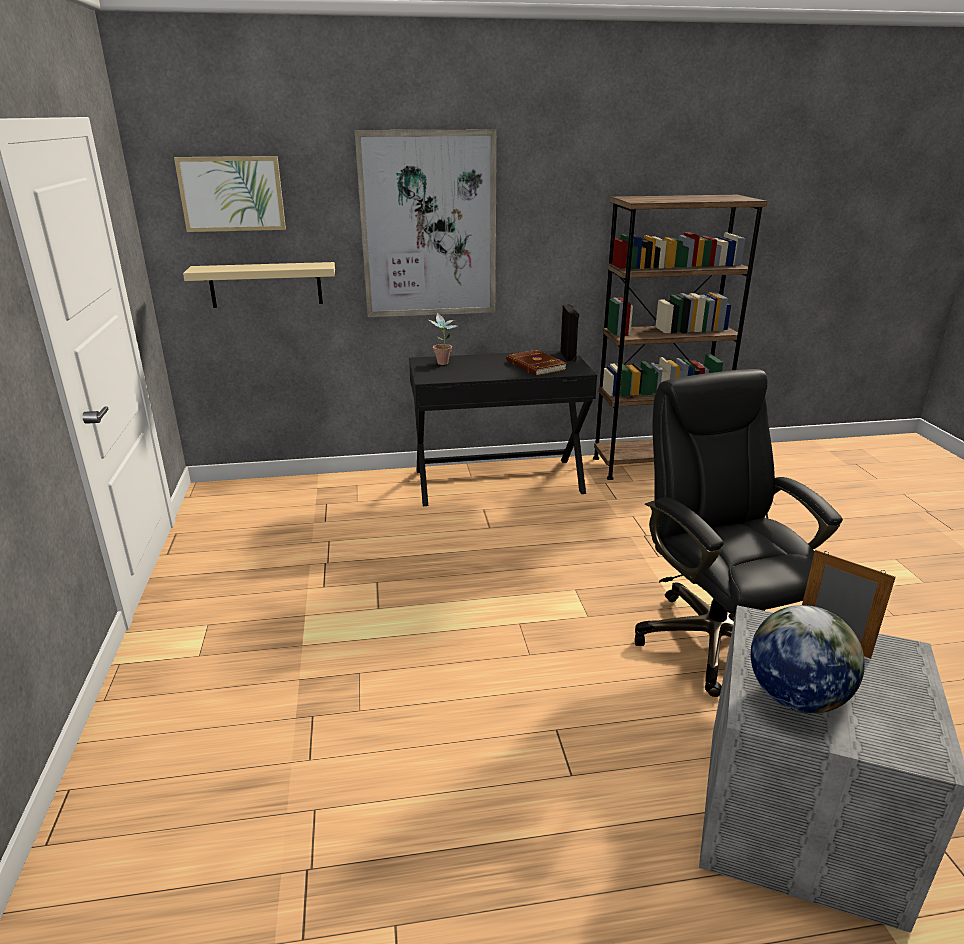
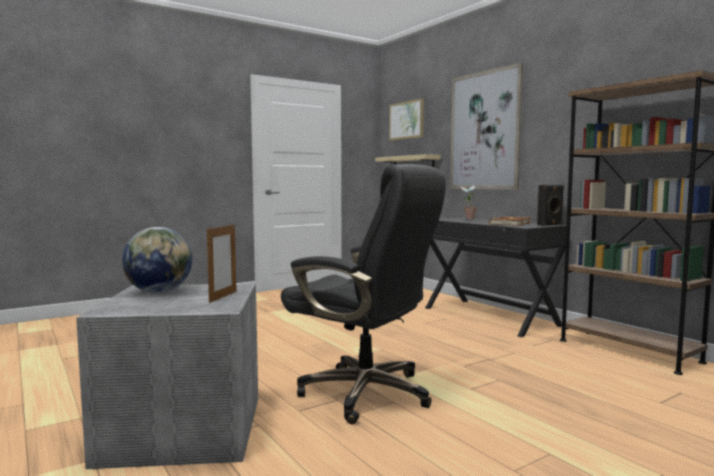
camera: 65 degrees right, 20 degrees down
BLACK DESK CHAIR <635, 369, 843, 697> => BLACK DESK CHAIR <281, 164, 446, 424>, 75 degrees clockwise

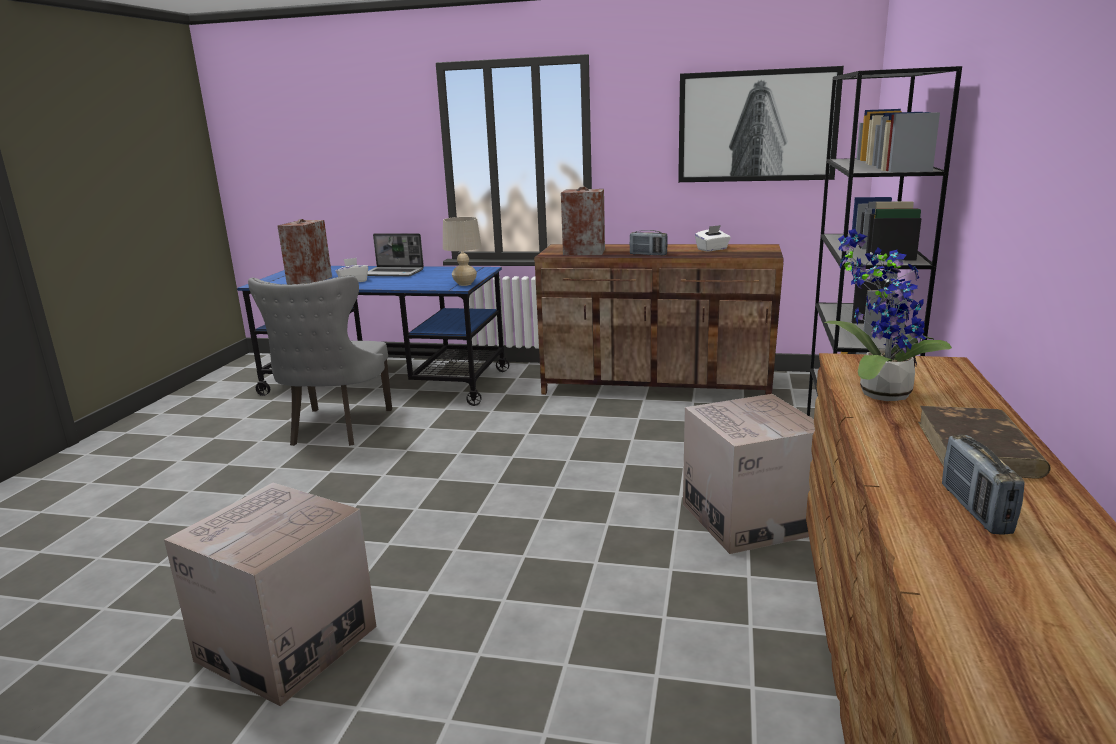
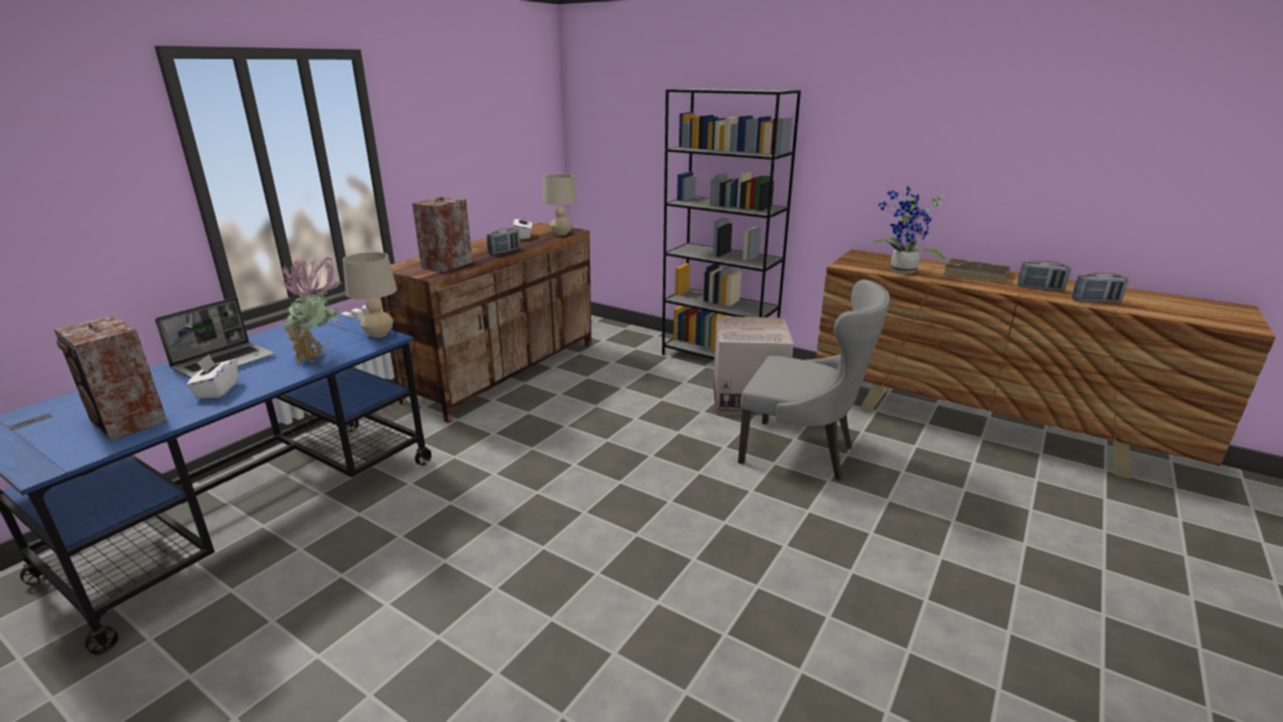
camera: 70 degrees left, 5 degrees up
PICTURE <678, 66, 844, 182> => nothing
GREYISH CHAIR <248, 275, 392, 446> => GREYISH CHAIR <738, 279, 890, 481>, move
CARTON <164, 483, 376, 706> => nothing
nothing => BEIGE-COLOURED TABLE LAMP <543, 174, 577, 236>
nothing => POTTED PLANT <282, 257, 342, 364>
nothing => RADIO <1072, 273, 1129, 303>

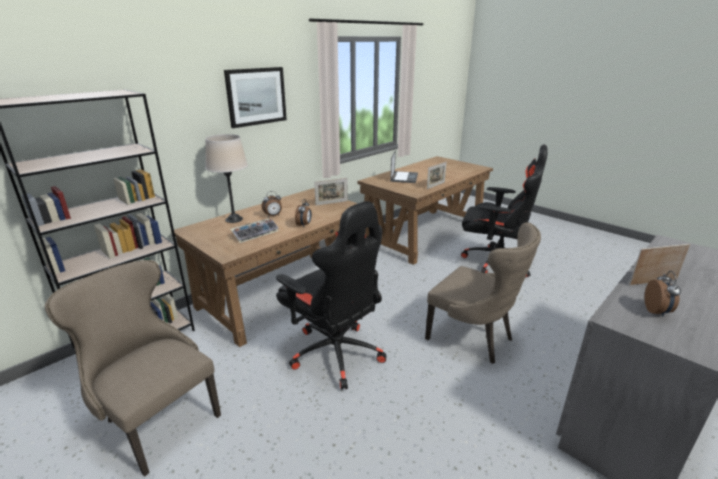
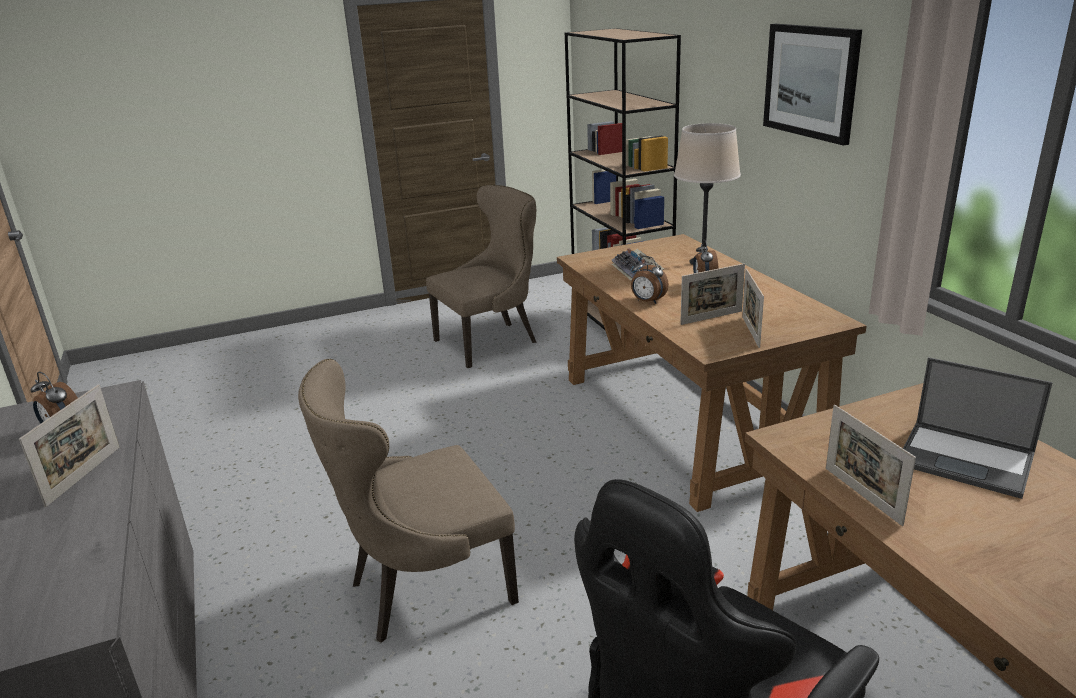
camera: 115 degrees right, 0 degrees up
BLACK DESK CHAIR <276, 201, 386, 390> => nothing
nothing => PHOTO FRAME <680, 264, 745, 325>

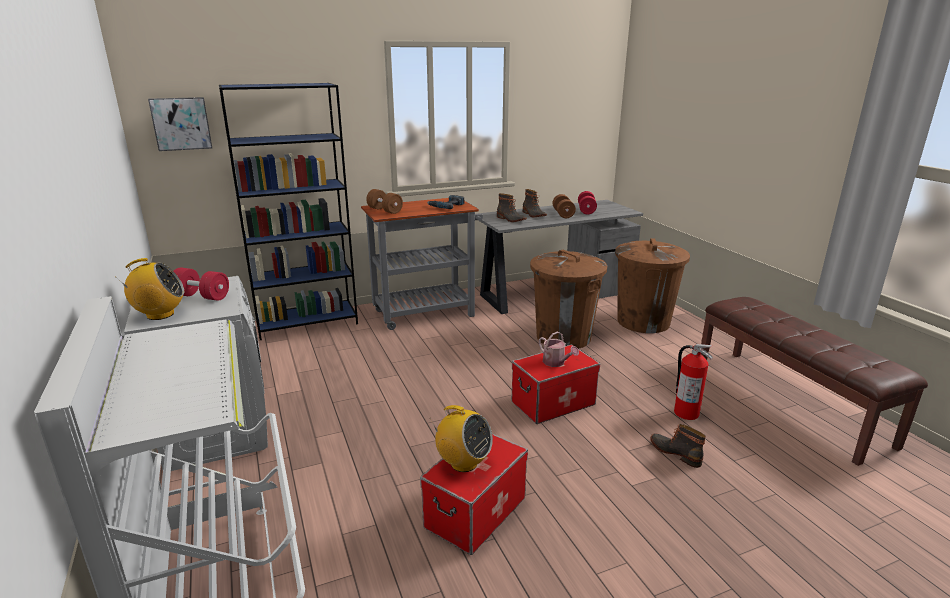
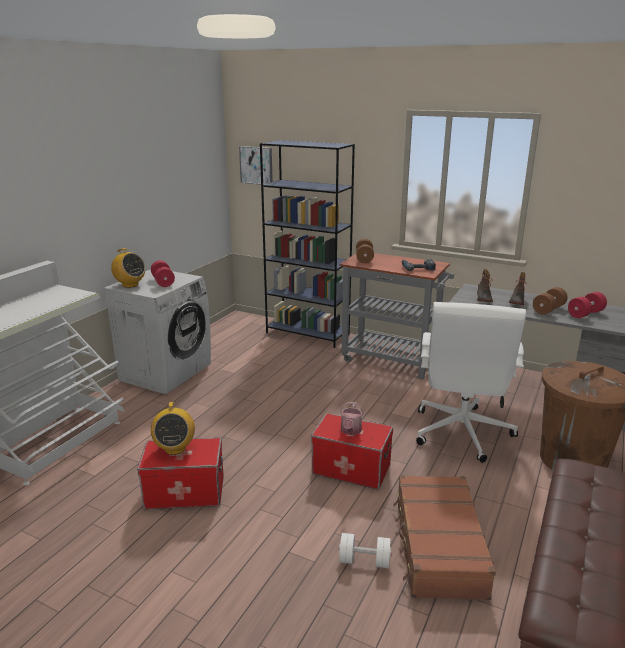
camera: 50 degrees right, 0 degrees up
BROWN RUBBISH BIN <530, 250, 607, 349> => WHITISH DESK CHAIR <416, 302, 526, 463>
EXTINGUISHER <674, 344, 713, 420> => BROWN SUITCASE <393, 475, 496, 600>
BOOT <650, 424, 706, 468> => WHITISH HAND WEIGHT <339, 533, 392, 568>

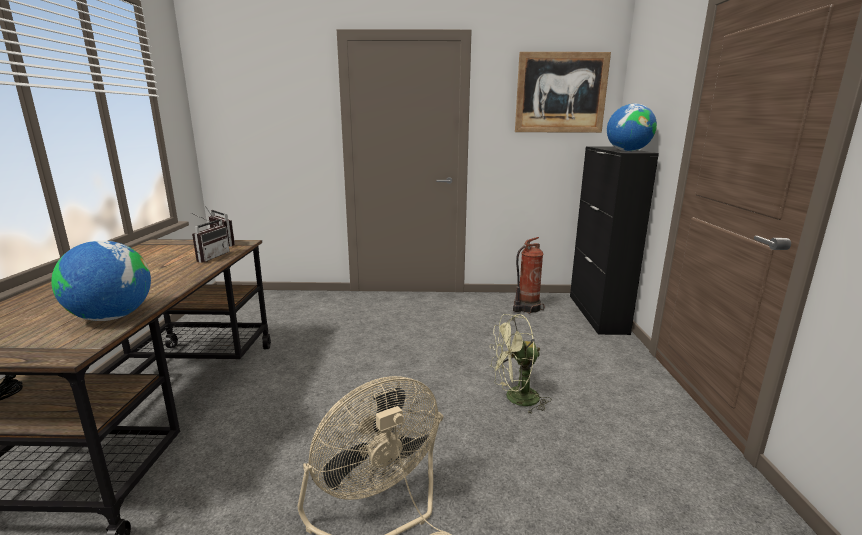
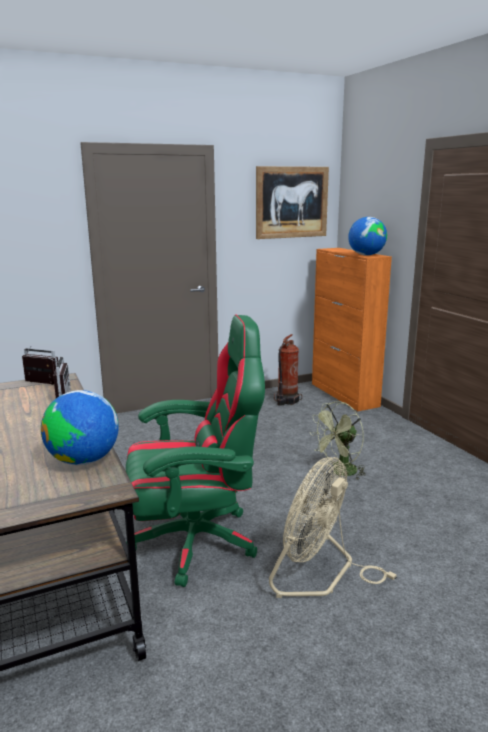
camera: 25 degrees left, 0 degrees up
BLACK STORAGE CABINET <570, 146, 659, 335> => ORANGE-COLOURED STORAGE CABINET <312, 248, 392, 411>
nothing => GREEN DESK CHAIR <126, 315, 265, 587>

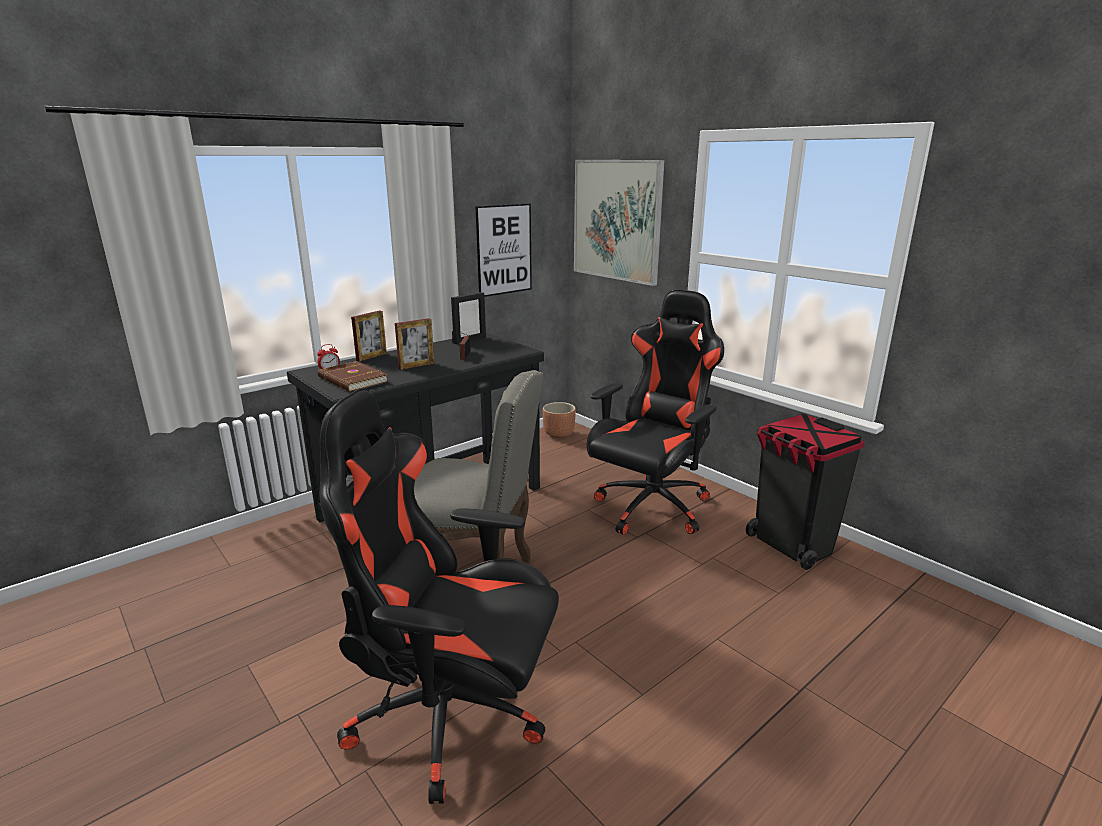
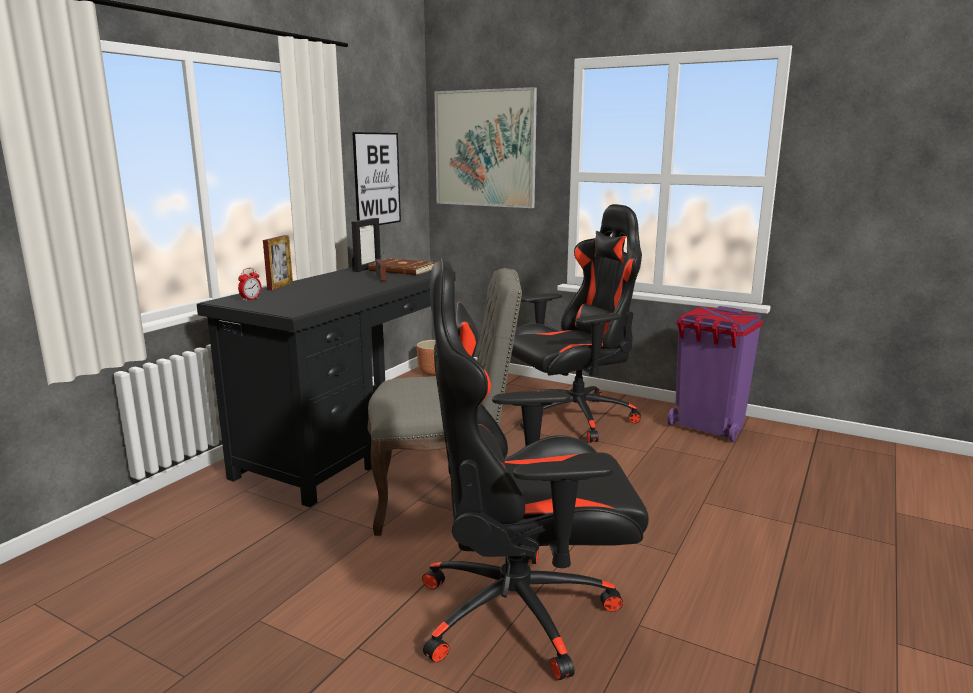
camera: 20 degrees left, 5 degrees down
BLACK DESK CHAIR <587, 289, 724, 535> => BLACK DESK CHAIR <511, 204, 642, 443>, 45 degrees clockwise
PHOTO FRAME <395, 318, 434, 370> => nothing
BROWN BOUND BOOK <318, 361, 388, 392> => BROWN BOUND BOOK <368, 258, 436, 275>, move
BLACK RUBBISH BIN <746, 414, 864, 570> => PURPLE RUBBISH BIN <667, 306, 763, 442>

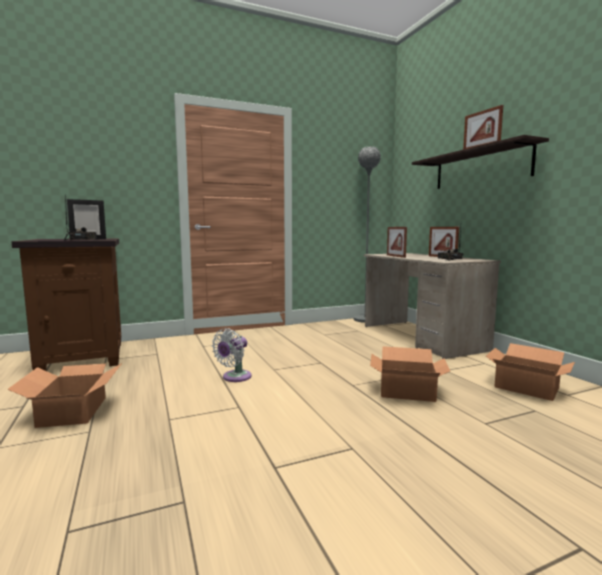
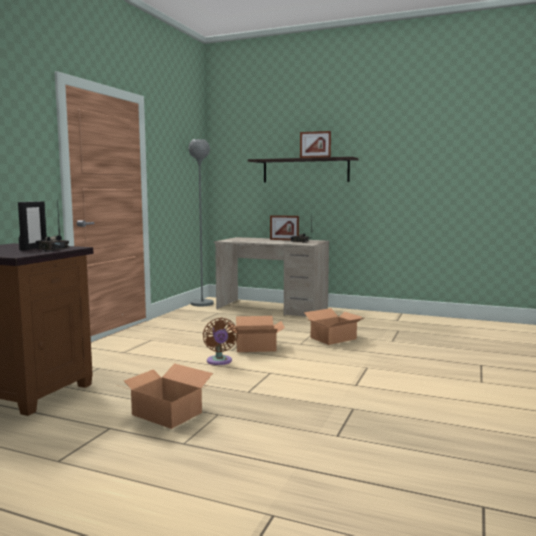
camera: 45 degrees left, 0 degrees up
PHOTO FRAME <387, 227, 407, 258> => nothing
WHITISH FAN <212, 328, 252, 382> => BROWN FAN <203, 318, 238, 365>
CARTON <486, 343, 575, 401> => CARTON <228, 316, 285, 352>, move

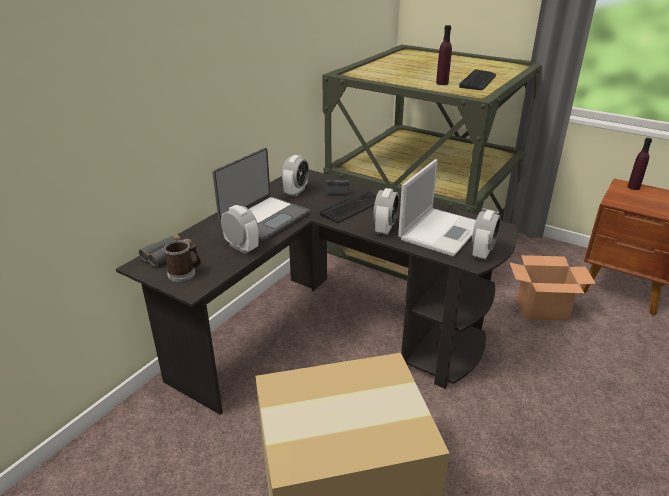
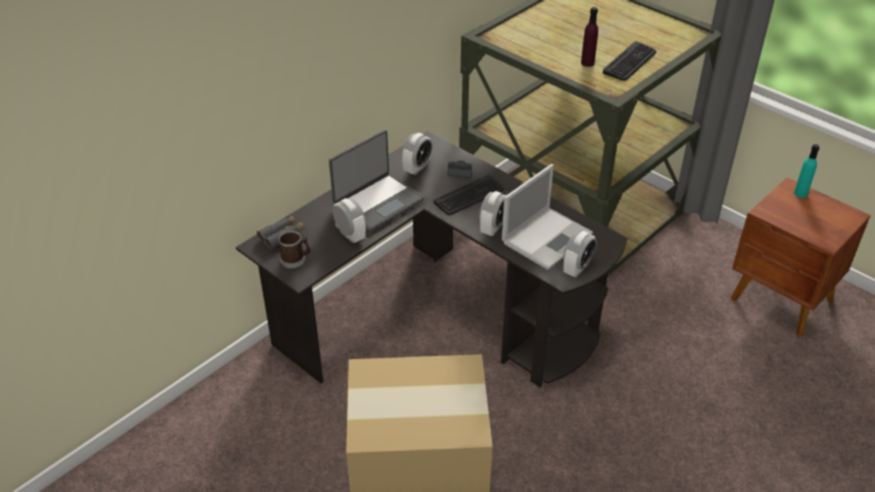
camera: 10 degrees right, 10 degrees up
PURPLE DRINK BOTTLE <627, 138, 652, 190> => TURQUOISE-COLOURED DRINK BOTTLE <794, 144, 820, 198>
CARTON <509, 255, 596, 321> => nothing

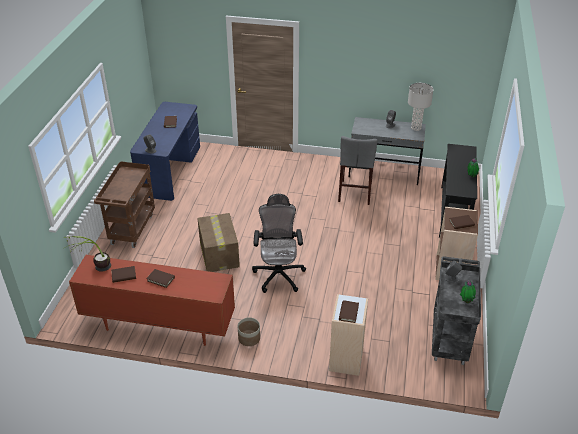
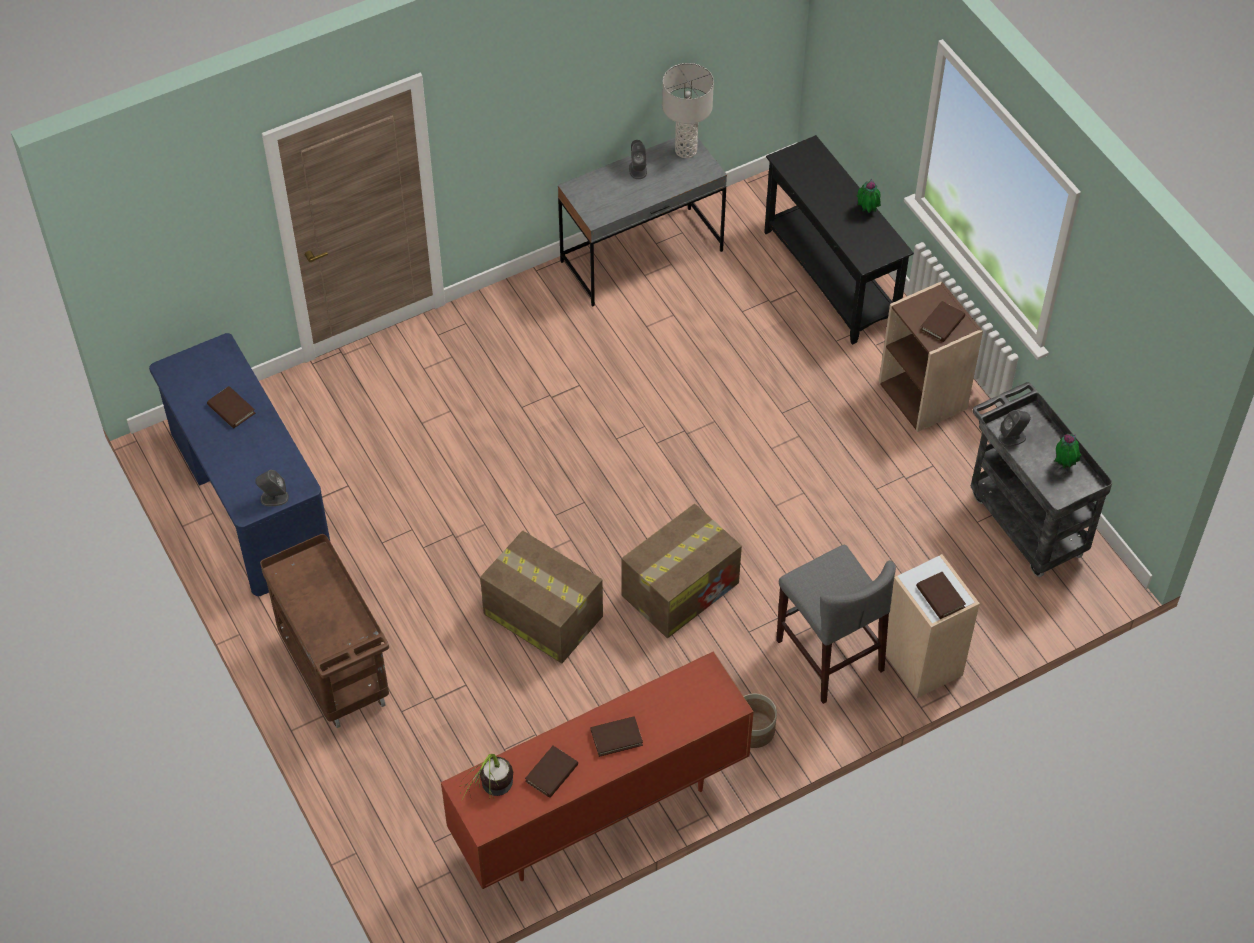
camera: 40 degrees left, 15 degrees up
GREYISH SITTING STOOL <338, 136, 377, 205> => GREYISH SITTING STOOL <776, 545, 896, 704>, move
DESK CHAIR <252, 194, 306, 293> => CARTON <621, 504, 742, 638>

